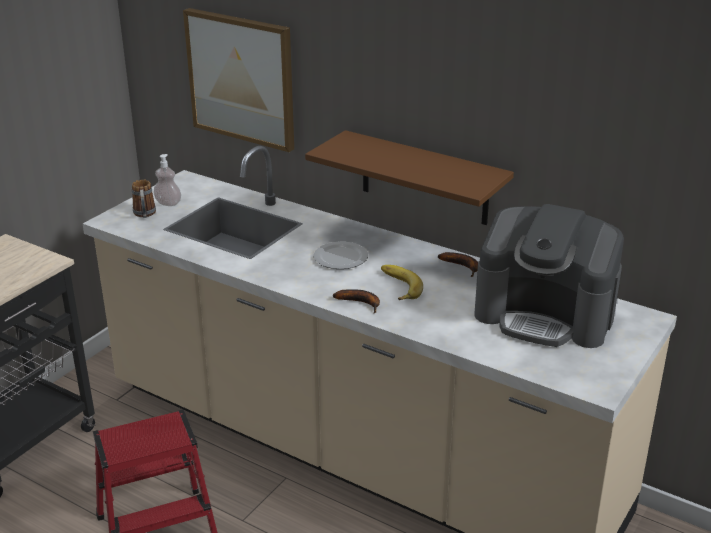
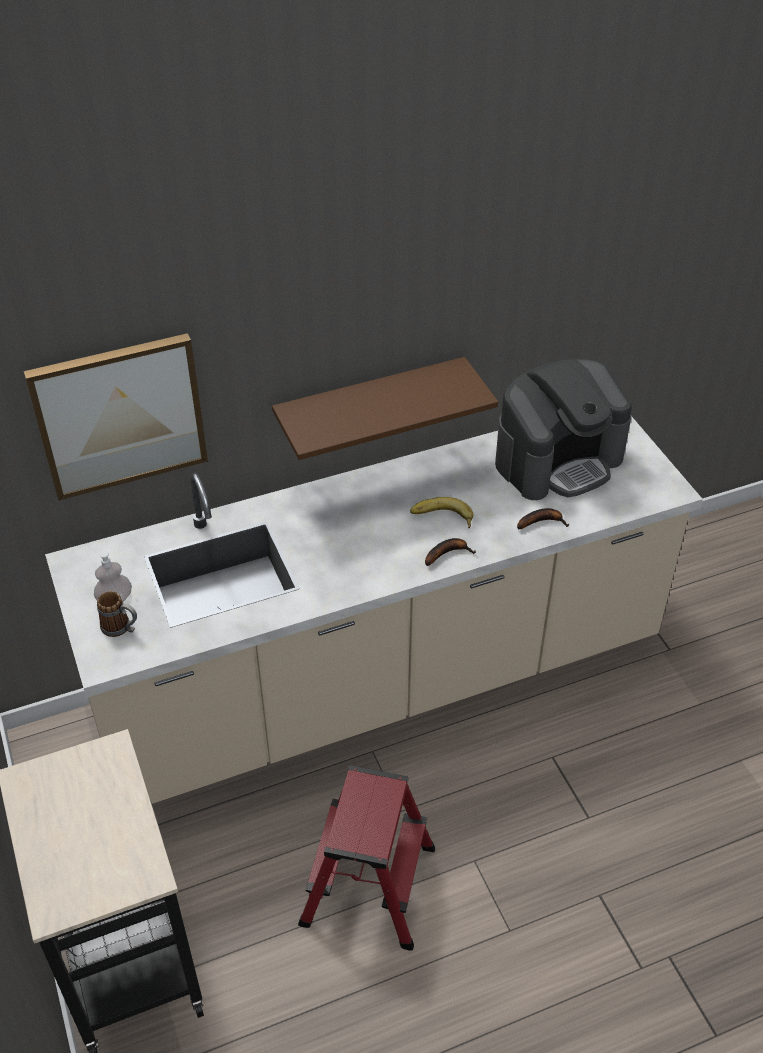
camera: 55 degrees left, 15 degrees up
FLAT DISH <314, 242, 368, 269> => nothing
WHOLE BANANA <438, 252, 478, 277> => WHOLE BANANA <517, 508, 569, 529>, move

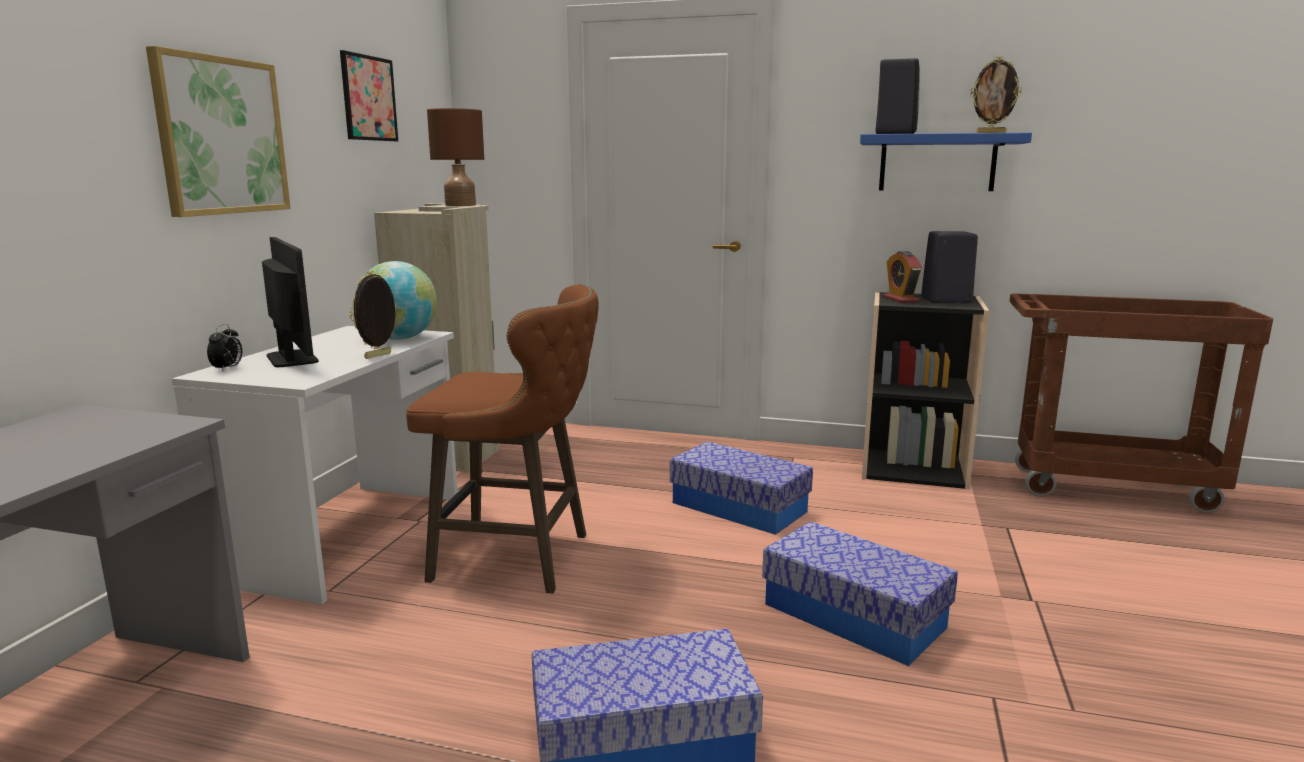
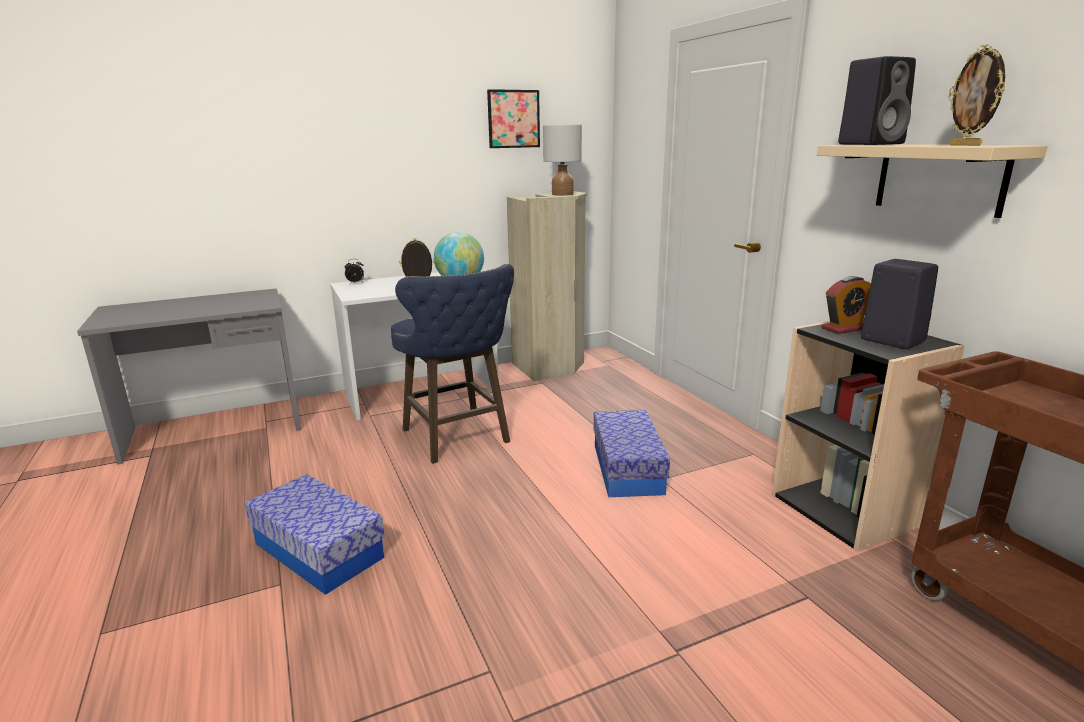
camera: 50 degrees right, 5 degrees up
PICTURE <146, 46, 291, 217> => nothing
BROWN TABLE LAMP <427, 108, 484, 206> => GREYISH TABLE LAMP <543, 124, 582, 196>
BLUE SHELF <860, 133, 1032, 191> => BEIGE-COLOURED SHELF <817, 144, 1048, 218>
COMPUTER SCREEN <262, 237, 319, 367> => nothing
ALARM CLOCK <883, 251, 922, 303> => ALARM CLOCK <822, 276, 871, 334>, 150 degrees counterclockwise
BROWN SITTING STOOL <406, 284, 599, 593> => BLUE SITTING STOOL <391, 264, 514, 464>
STORAGE BIN <762, 521, 958, 666> => nothing

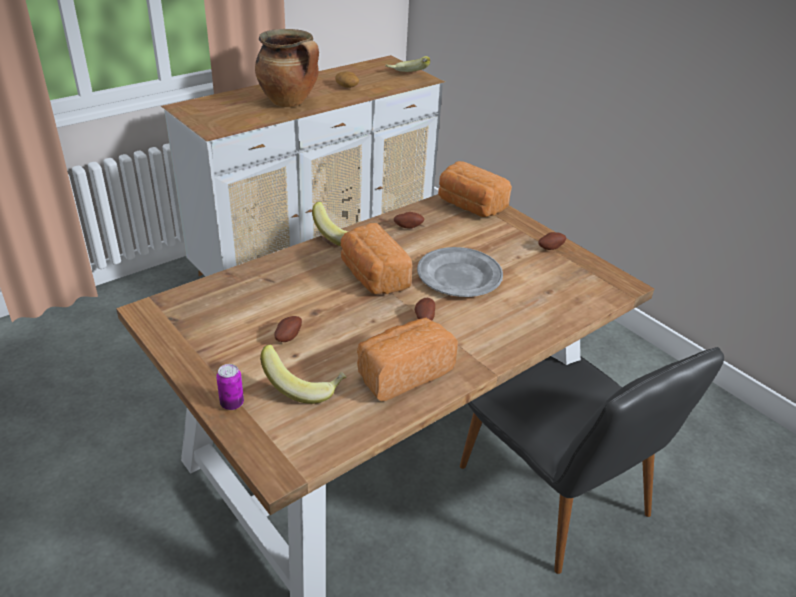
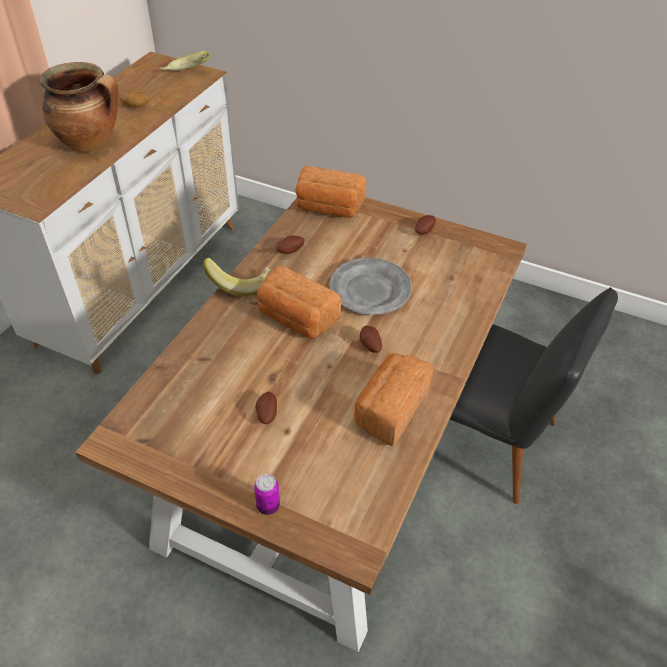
camera: 25 degrees left, 10 degrees up
WHOLE BANANA <260, 345, 347, 404> => nothing

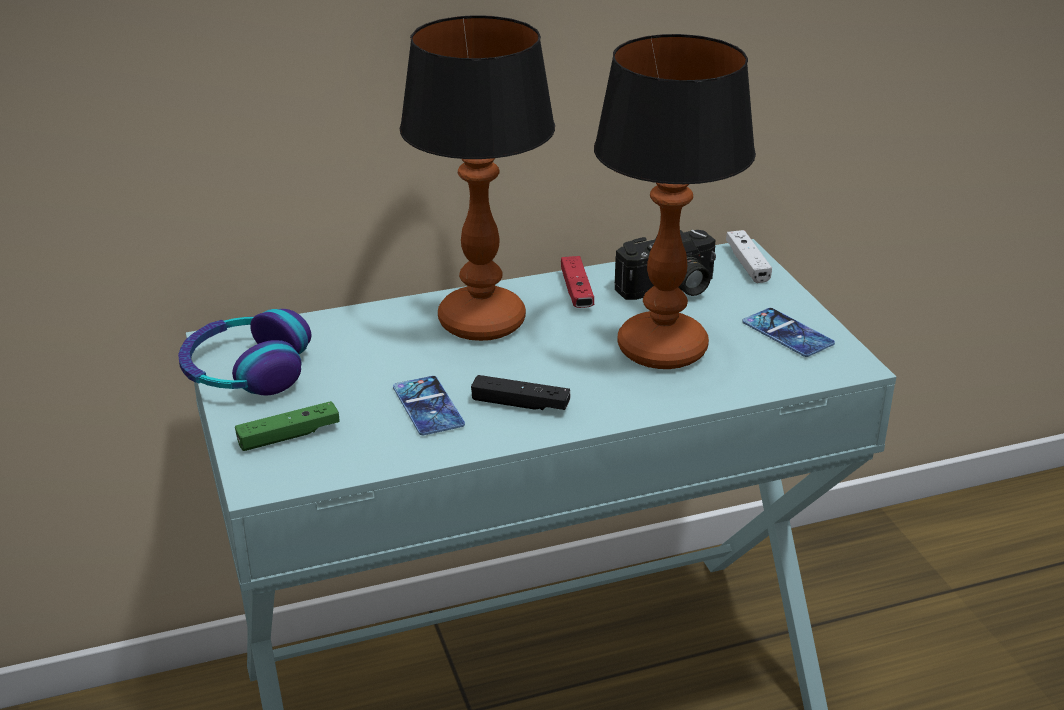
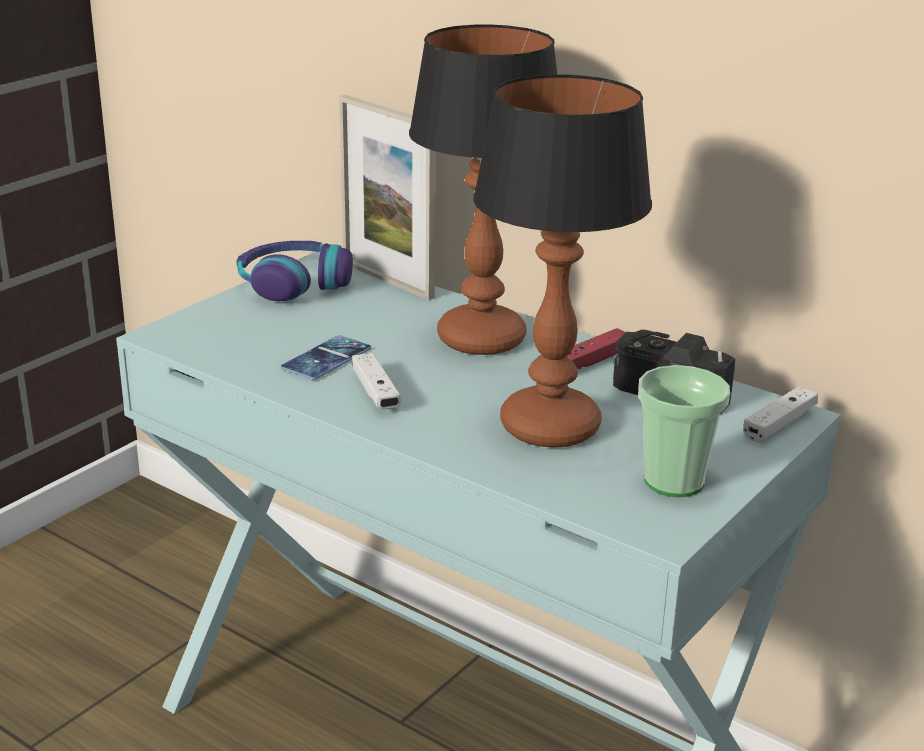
camera: 55 degrees right, 5 degrees down
PHONE <742, 308, 835, 357> => SMALL CUP <638, 365, 730, 497>
BLACK GAMEPAD <471, 375, 570, 410> => WHITISH GAMEPAD <352, 353, 401, 409>
GREEN GAMEPAD <235, 401, 340, 451> => nothing
nothing => PHOTO FRAME <339, 95, 436, 300>

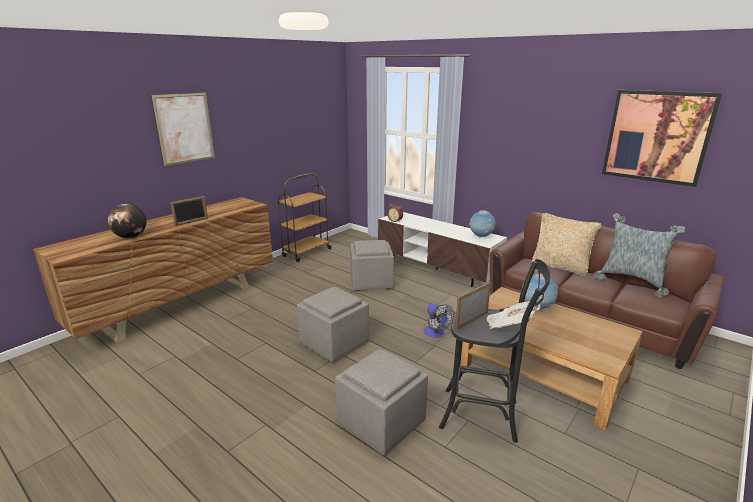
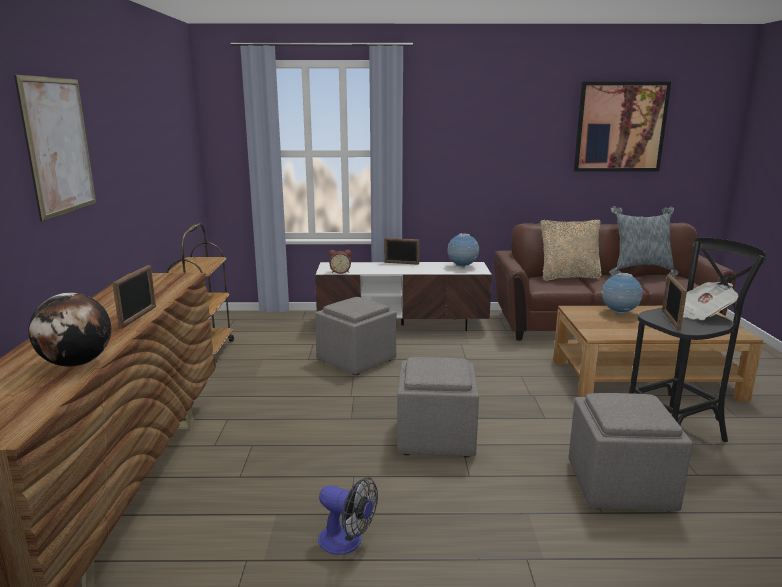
camera: 40 degrees left, 5 degrees down
FAN <423, 304, 454, 338> => FAN <318, 477, 378, 555>, move
nothing => PHOTO FRAME <384, 238, 420, 265>

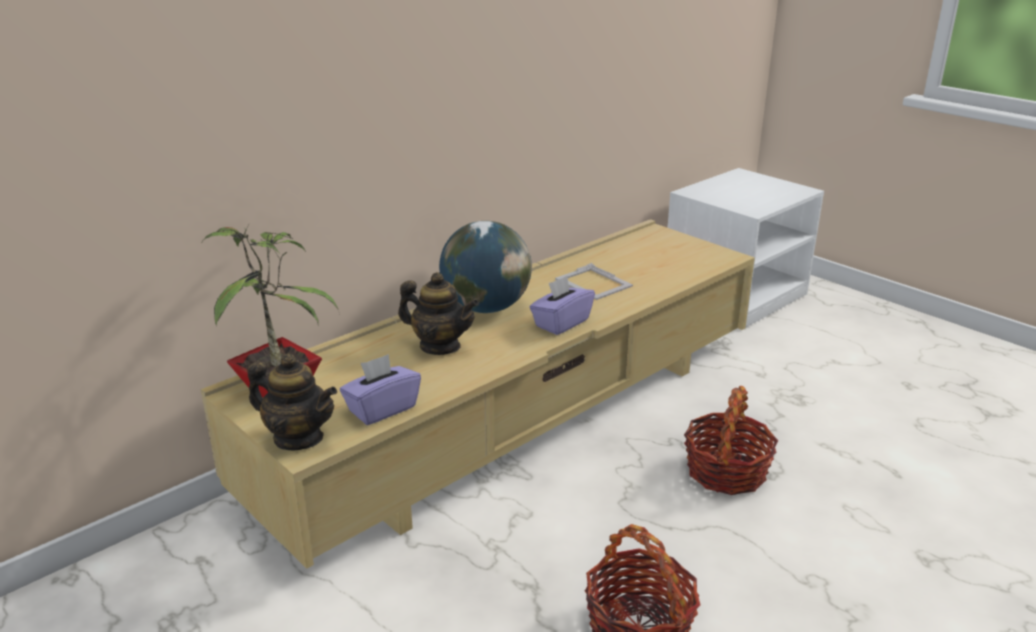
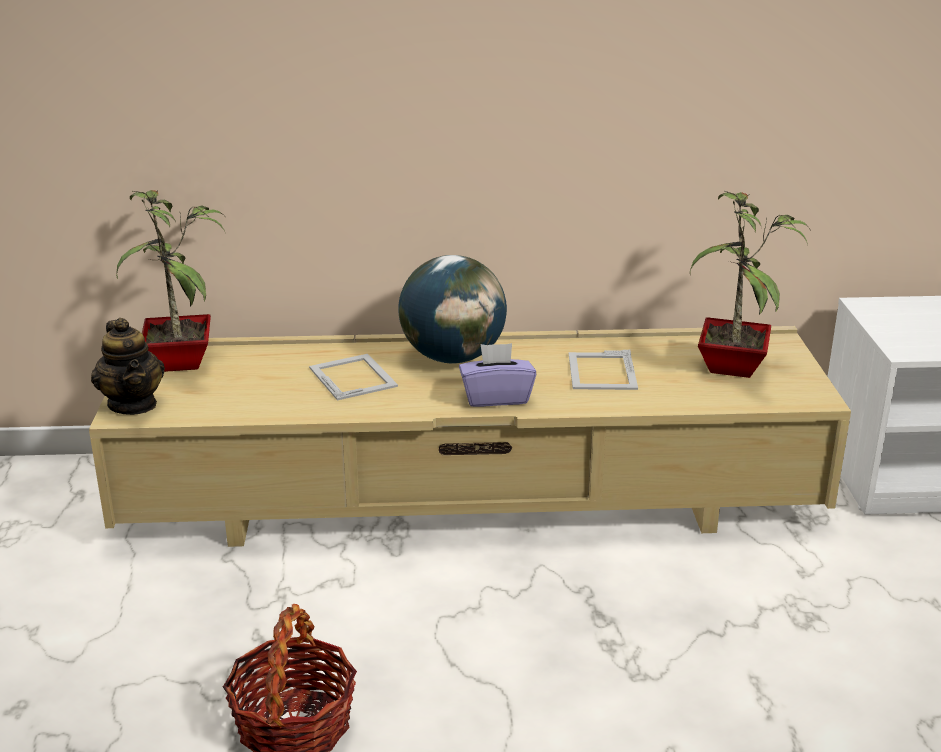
camera: 40 degrees right, 0 degrees up
TEAPOT <398, 272, 479, 355> => PHOTO FRAME <309, 354, 398, 400>
PURPLE TISSUE HOLDER <340, 354, 421, 425> => nothing
HOUSEHOLD BASKET <684, 386, 778, 495> => nothing
nothing => POTTED PLANT <690, 191, 811, 378>

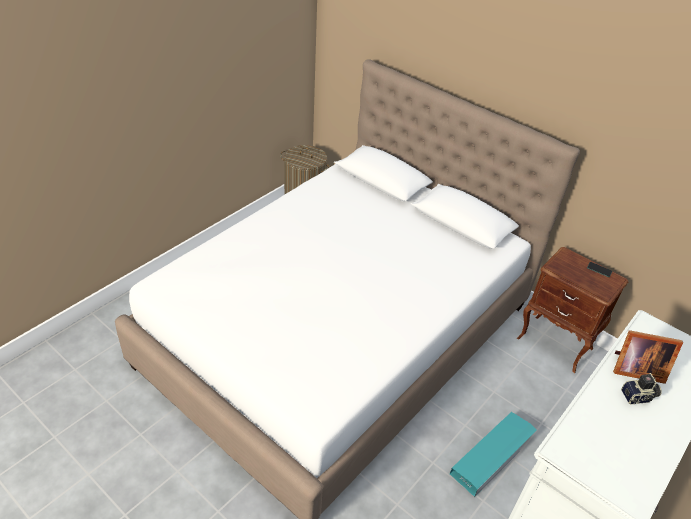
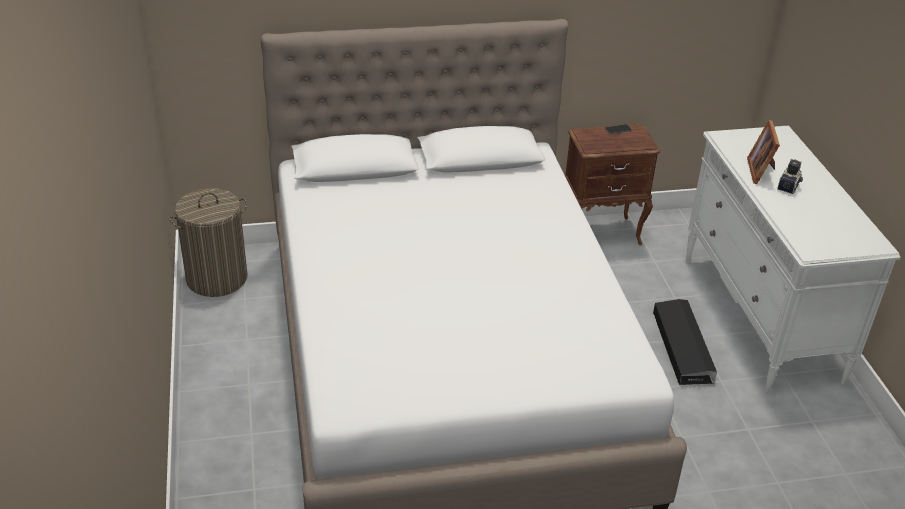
camera: 50 degrees left, 5 degrees down
PHOTO FRAME <613, 330, 683, 384> => PHOTO FRAME <747, 120, 780, 184>, 135 degrees clockwise
TURQUOISE-COLOURED STORAGE BIN <450, 412, 537, 497> => BLACK STORAGE BIN <653, 299, 717, 385>

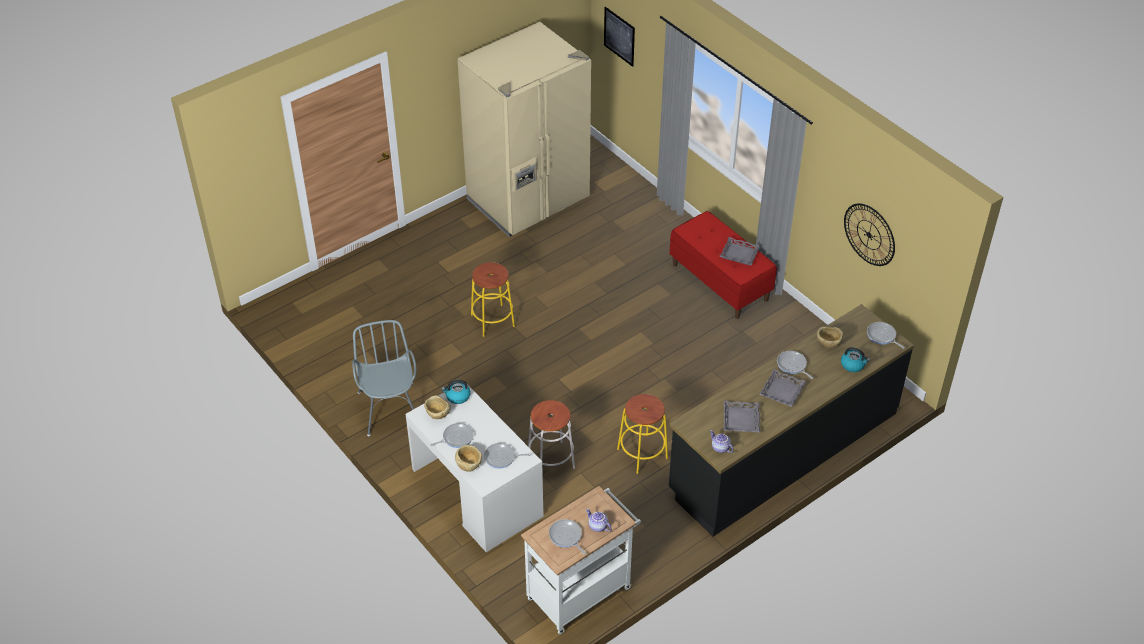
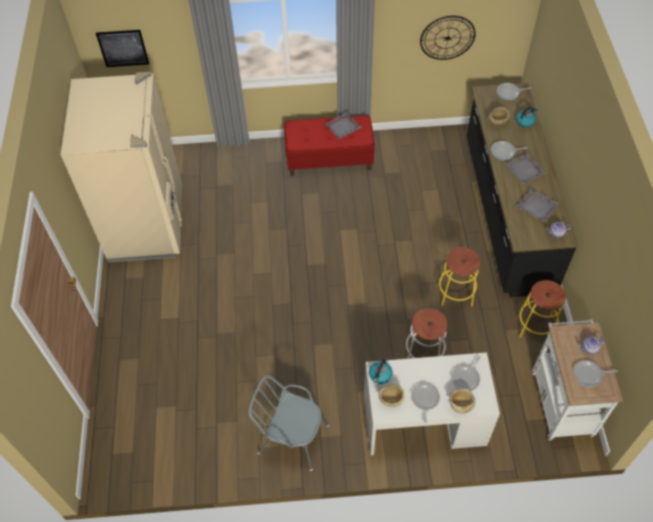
camera: 55 degrees left, 10 degrees up
YELLOW SITTING STOOL <471, 262, 515, 337> => YELLOW SITTING STOOL <519, 280, 566, 338>, move

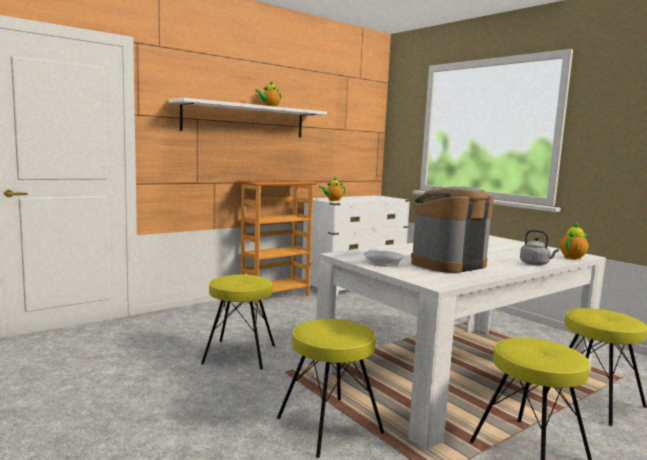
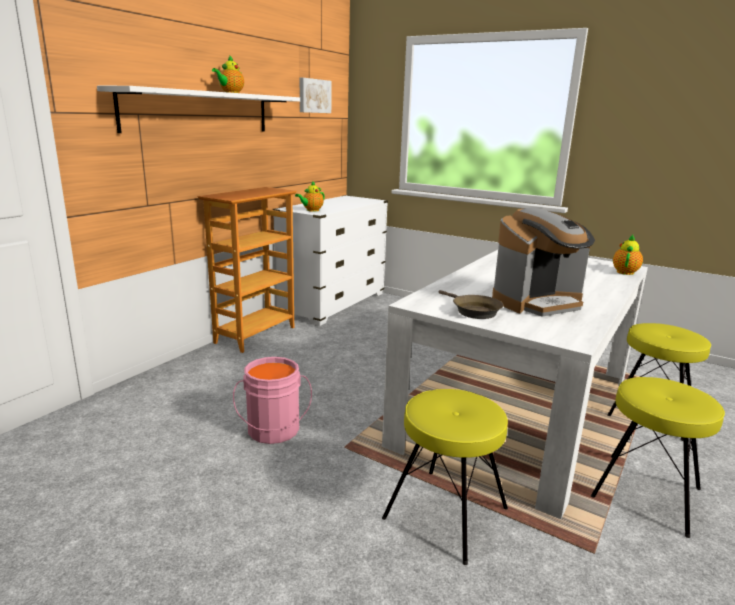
camera: 20 degrees left, 10 degrees up
COFFEE MAKER <411, 187, 494, 273> => COFFEE MAKER <492, 208, 595, 316>, 150 degrees counterclockwise
GREYISH TEA KETTLE <520, 230, 559, 265> => nothing
WHITISH FRYING PAN <363, 249, 404, 267> => BROWN FRYING PAN <439, 290, 504, 319>
YELLOW SITTING STOOL <201, 275, 275, 370> => PINKISH WATER BUCKET <233, 357, 312, 444>
nothing => PICTURE <300, 78, 332, 113>

